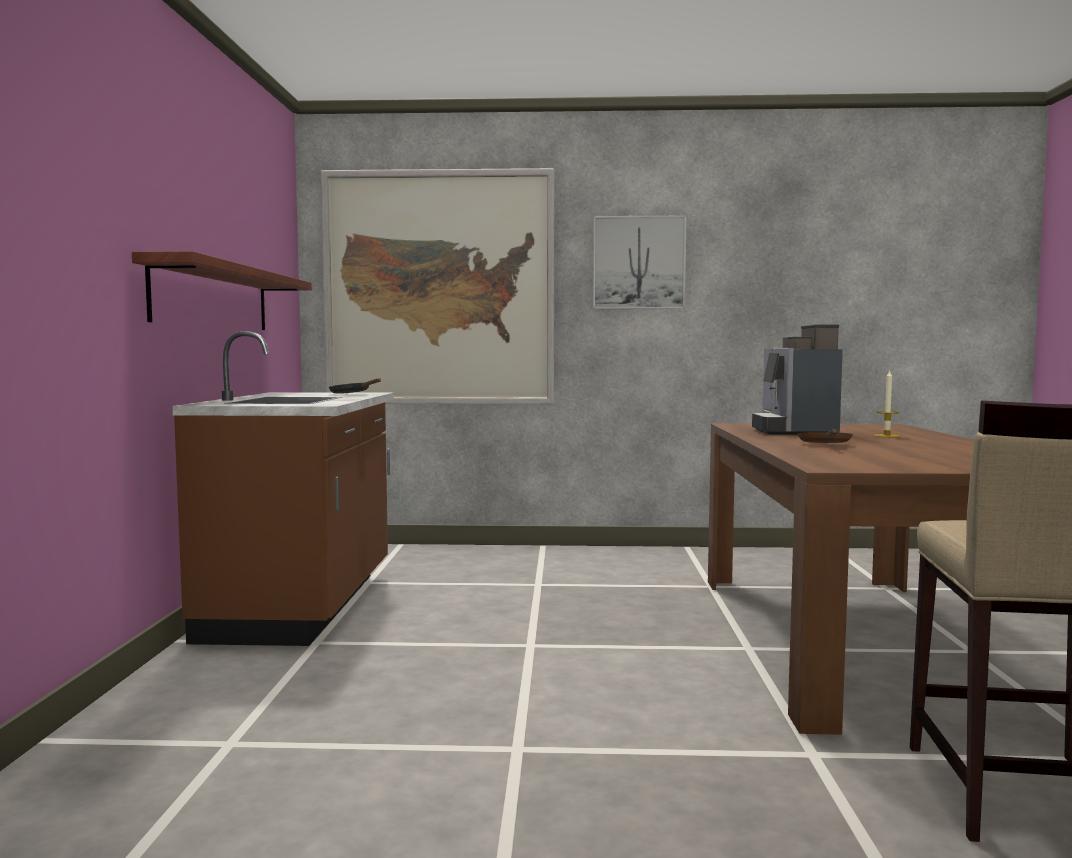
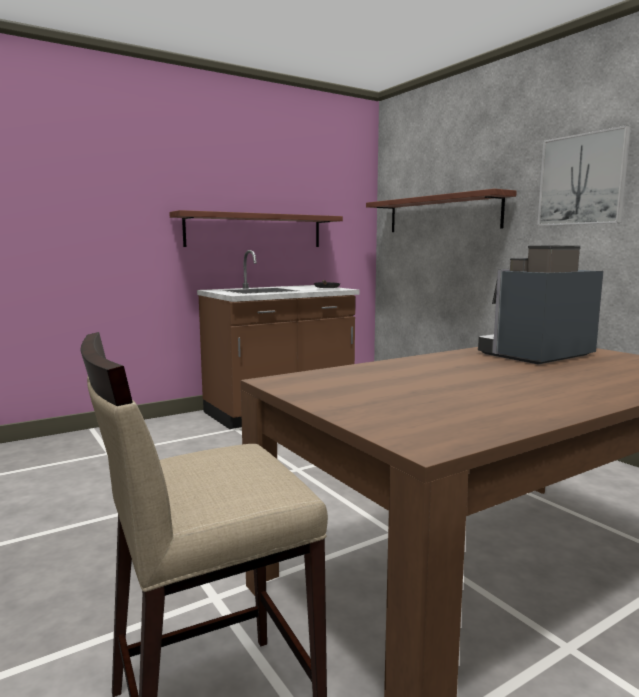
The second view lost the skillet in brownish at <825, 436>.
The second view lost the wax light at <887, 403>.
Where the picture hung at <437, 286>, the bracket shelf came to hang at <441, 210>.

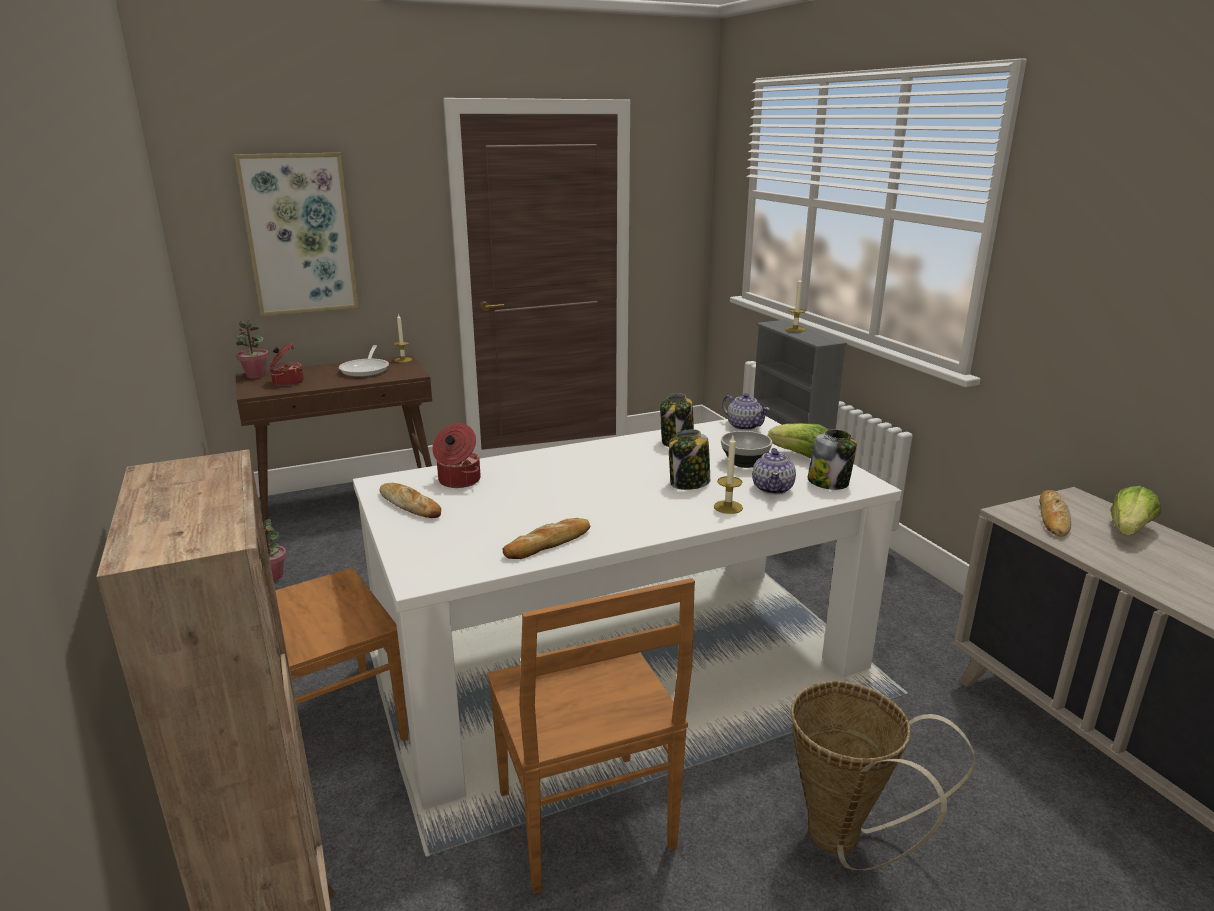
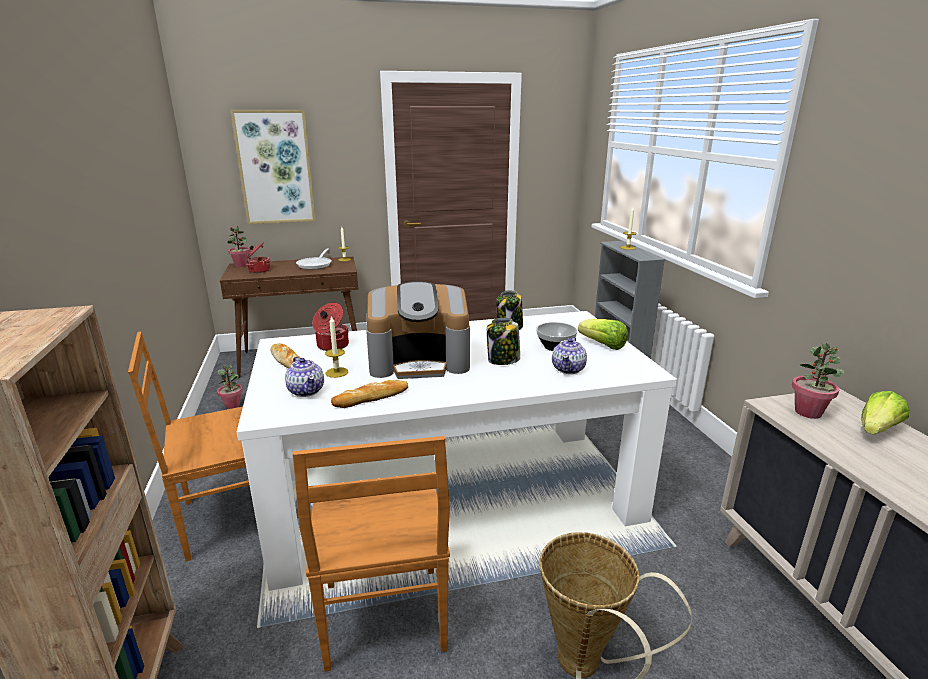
The second view lost the storage jar at <832, 459>.
The second view gained the coffee maker at <418, 330>.
The wax light ended up elsewhere, having gone from <728, 475> to <336, 347>.
The tea pot ended up elsewhere, having gone from <746, 412> to <304, 376>.
Where the bread stood at <1055, 513>, the houseplant came to stand at <818, 381>.

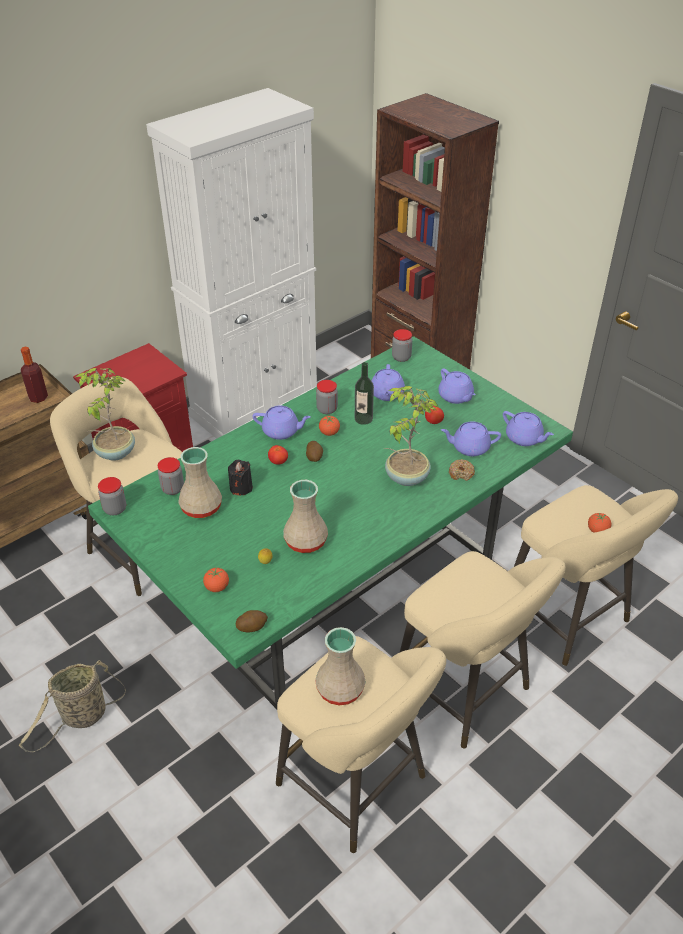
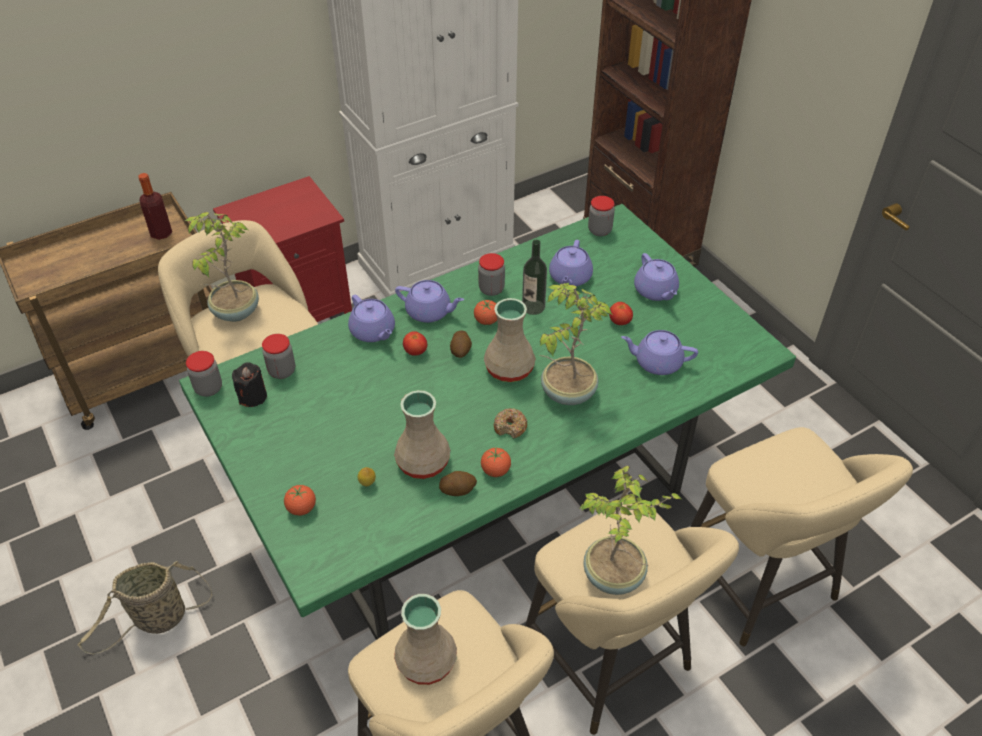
The second view gained the houseplant at <630, 530>.
The vase in beige-coloured ended up elsewhere, having gone from <200, 482> to <510, 340>.
The wax light in black-coloured ended up elsewhere, having gone from <240, 477> to <249, 384>.
The whole potato ended up elsewhere, having gone from <252, 621> to <458, 483>.
The doughnut ended up elsewhere, having gone from <462, 470> to <510, 423>.
The tea pot in purplish ended up elsewhere, having gone from <528, 428> to <371, 318>.
The tomato ended up elsewhere, having gone from <599, 523> to <496, 462>.

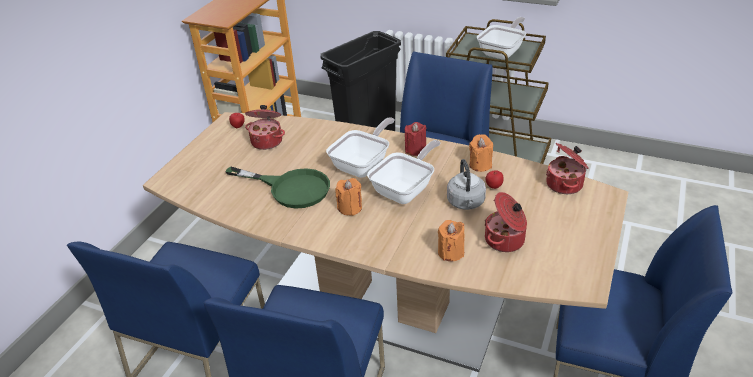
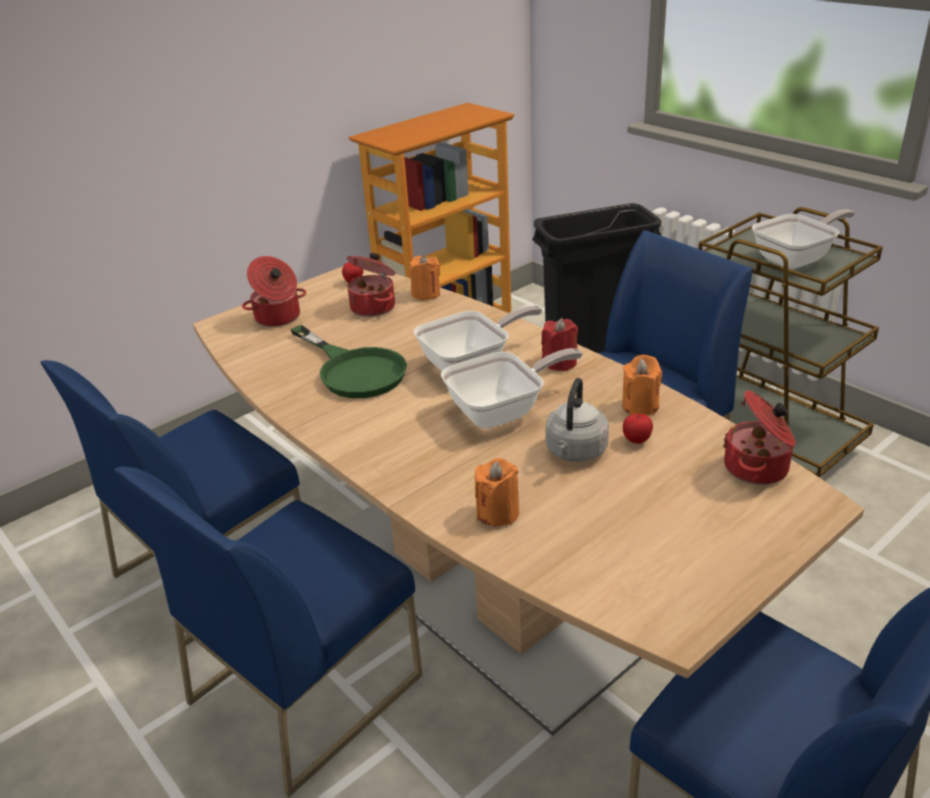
The wax light in orange ended up elsewhere, having gone from <348, 197> to <424, 278>.
The cooking pot ended up elsewhere, having gone from <506, 222> to <274, 291>.

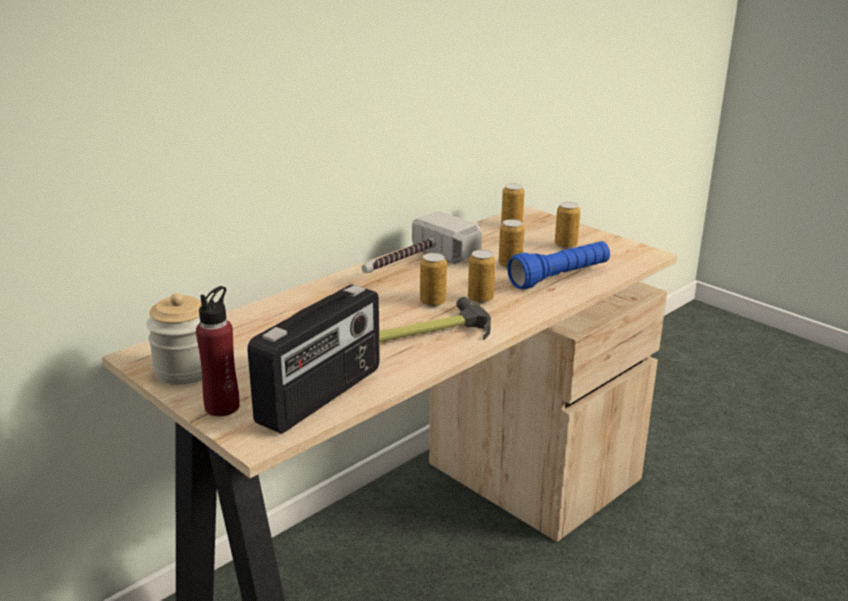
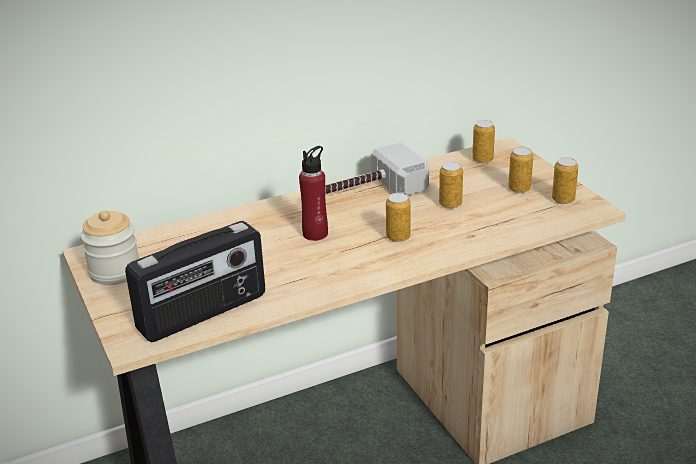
The second view lost the hand hammer at <435, 319>.
The second view lost the torch in blue-coloured at <558, 265>.
The bottle in reddish ended up elsewhere, having gone from <218, 351> to <313, 193>.
The sealed can ended up elsewhere, having gone from <433, 280> to <565, 180>.

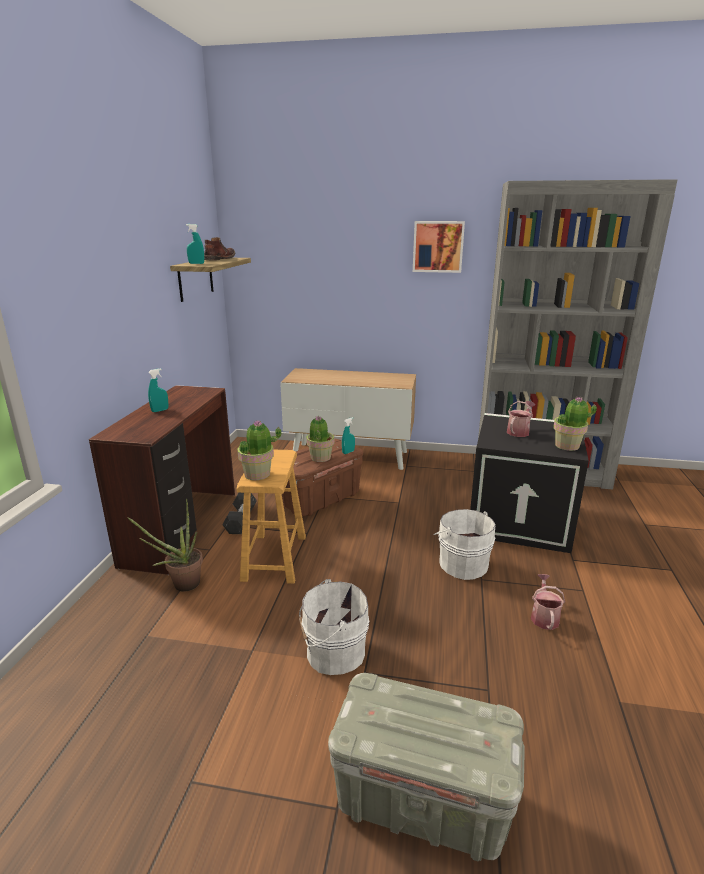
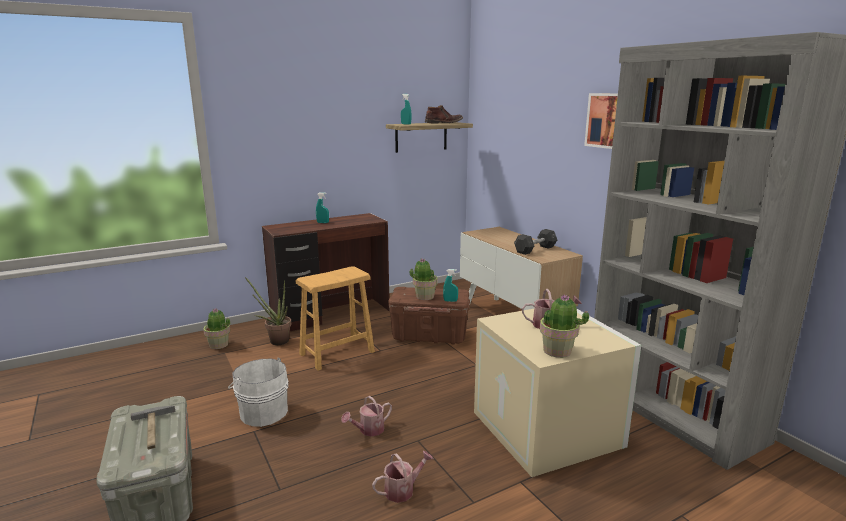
The second view lost the pail in white at <464, 544>.
The second view gained the hand hammer at <153, 427>.
The second view gained the watering pot at <366, 416>.
The dumbbell in grey ended up elsewhere, having gone from <240, 513> to <535, 242>.
The houseplant ended up elsewhere, having gone from <259, 450> to <216, 328>.
What was the storage bin in black-coloured at <529, 483> turned into the storage bin in beige-coloured at <557, 393>.

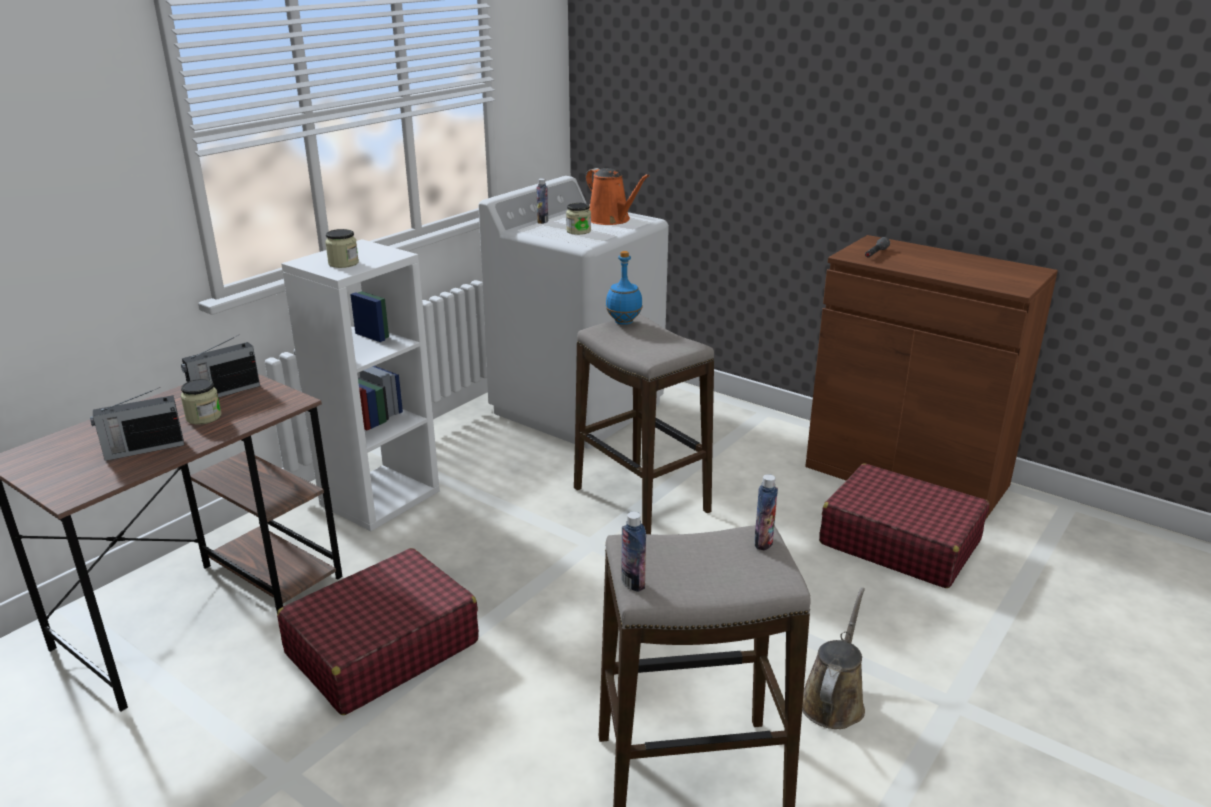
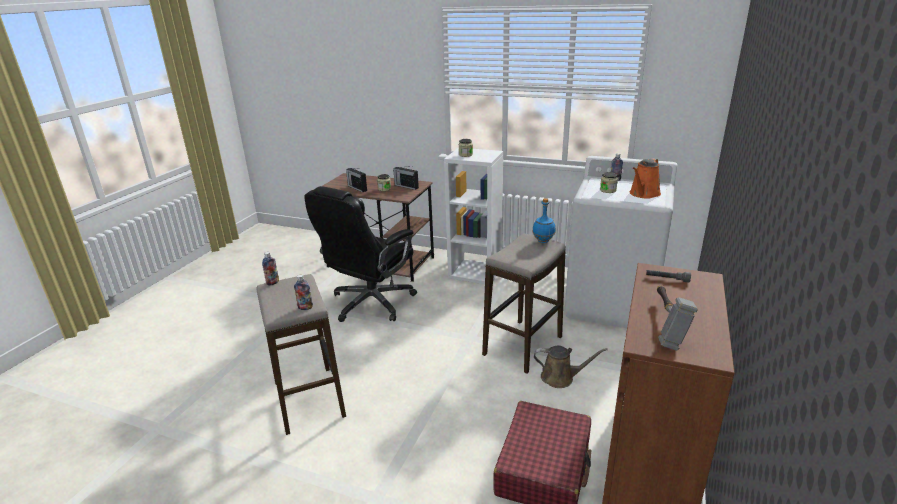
The second view gained the hand hammer at <677, 317>.
The watering pot in brownish ended up elsewhere, having gone from <833, 658> to <571, 367>.
Where the suitcase in reddish stood at <378, 631>, the office chair in black-coloured came to stand at <360, 254>.

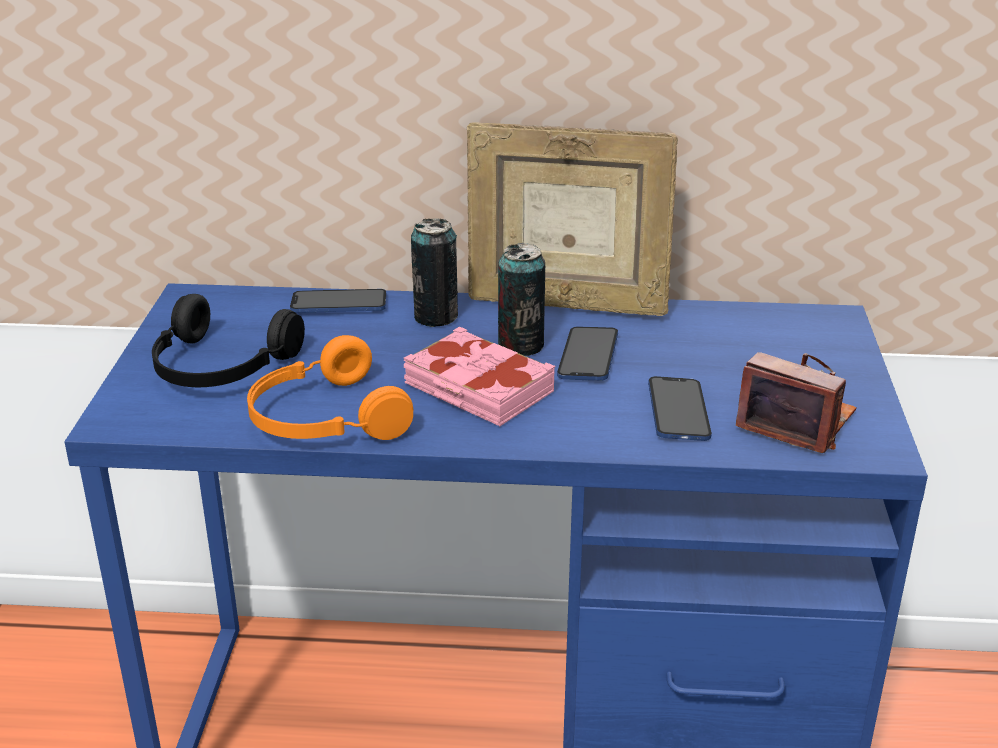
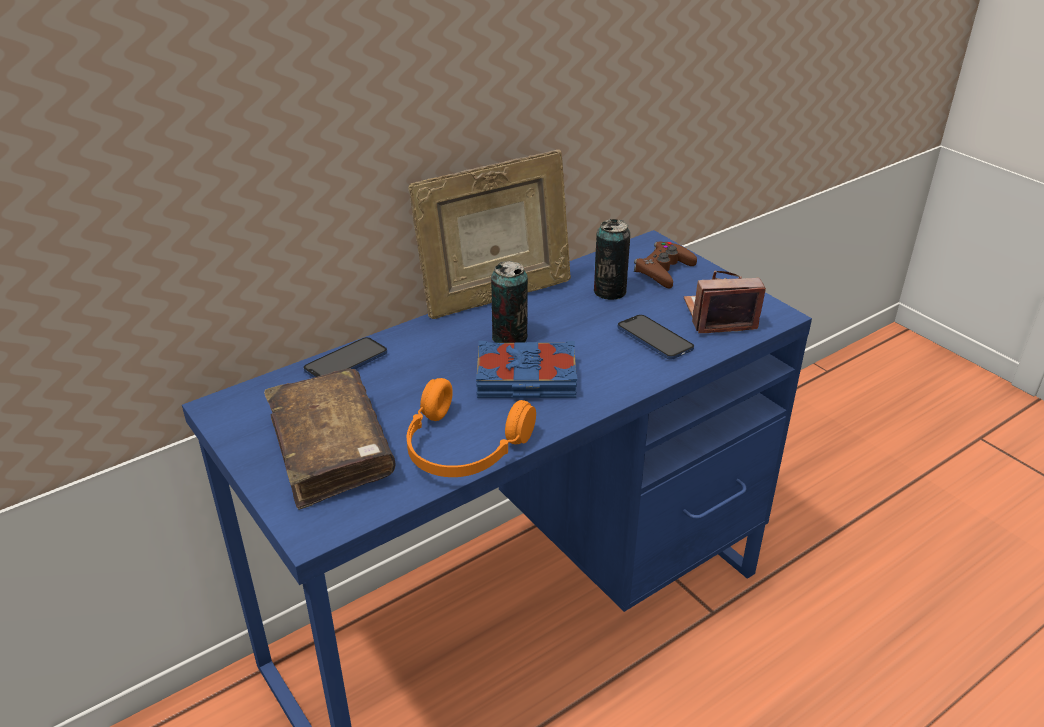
The second view lost the handset at <587, 353>.
The second view gained the game controller in brownish at <665, 265>.
The sealed can ended up elsewhere, having gone from <434, 272> to <612, 259>.
Where the headphones in black-coloured stood at <228, 340>, the volume in brownish came to stand at <330, 439>.
What was the volume in pink-coloured at <479, 376> turned into the volume in blue-coloured at <527, 369>.

